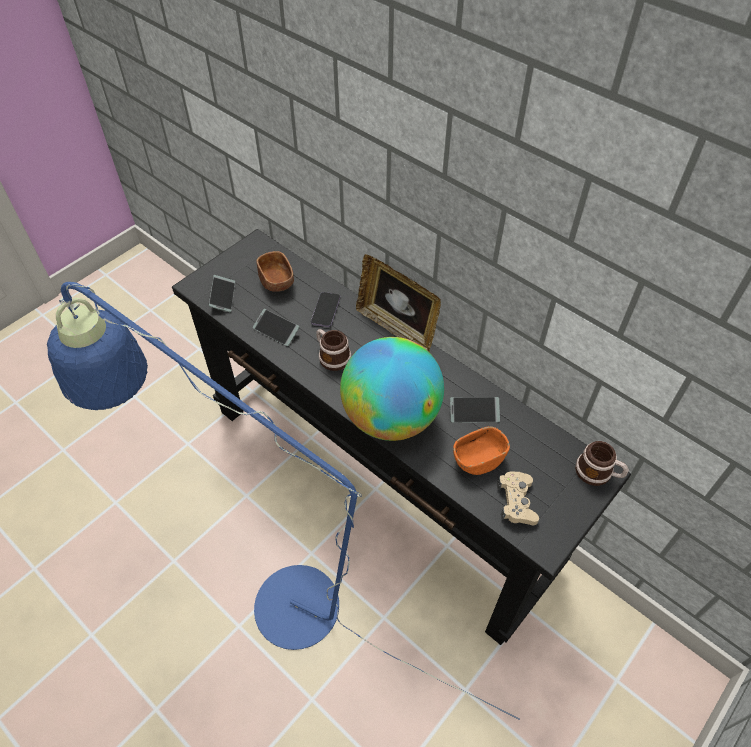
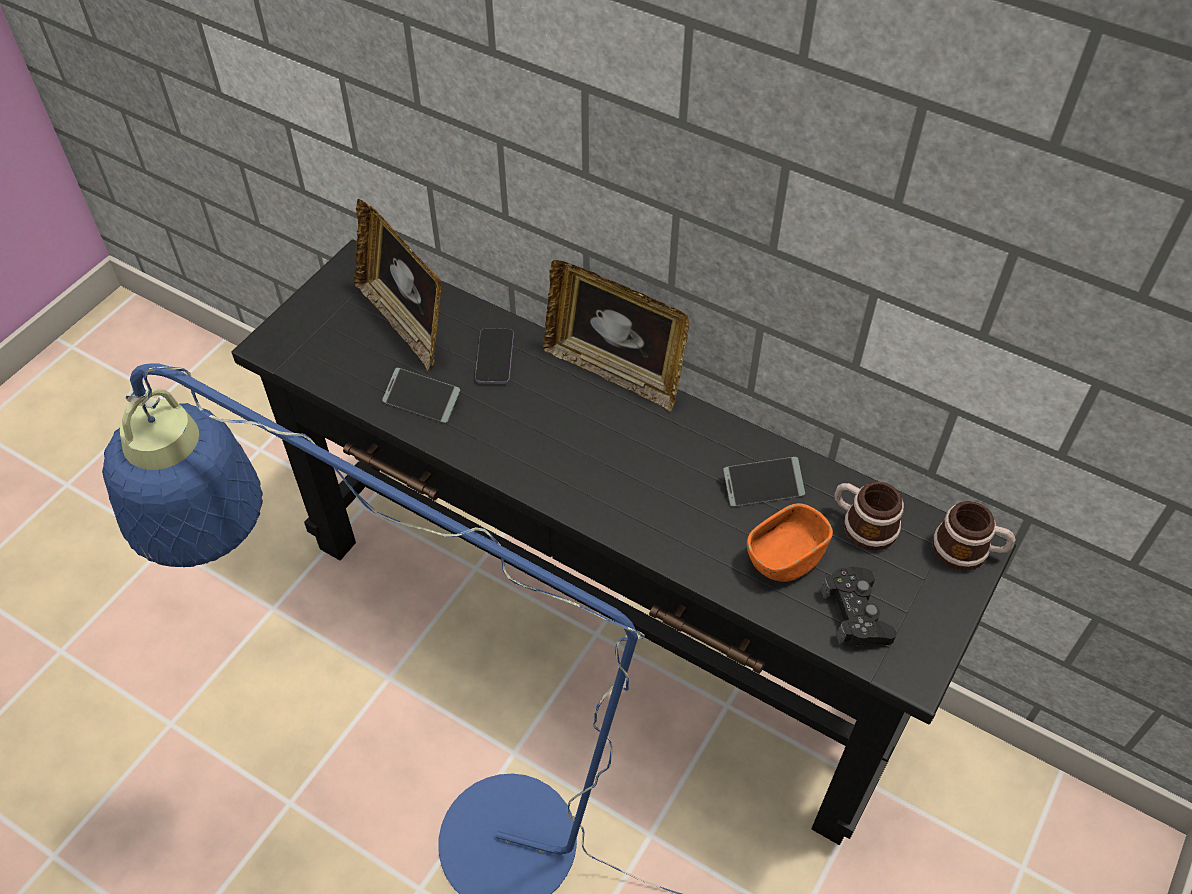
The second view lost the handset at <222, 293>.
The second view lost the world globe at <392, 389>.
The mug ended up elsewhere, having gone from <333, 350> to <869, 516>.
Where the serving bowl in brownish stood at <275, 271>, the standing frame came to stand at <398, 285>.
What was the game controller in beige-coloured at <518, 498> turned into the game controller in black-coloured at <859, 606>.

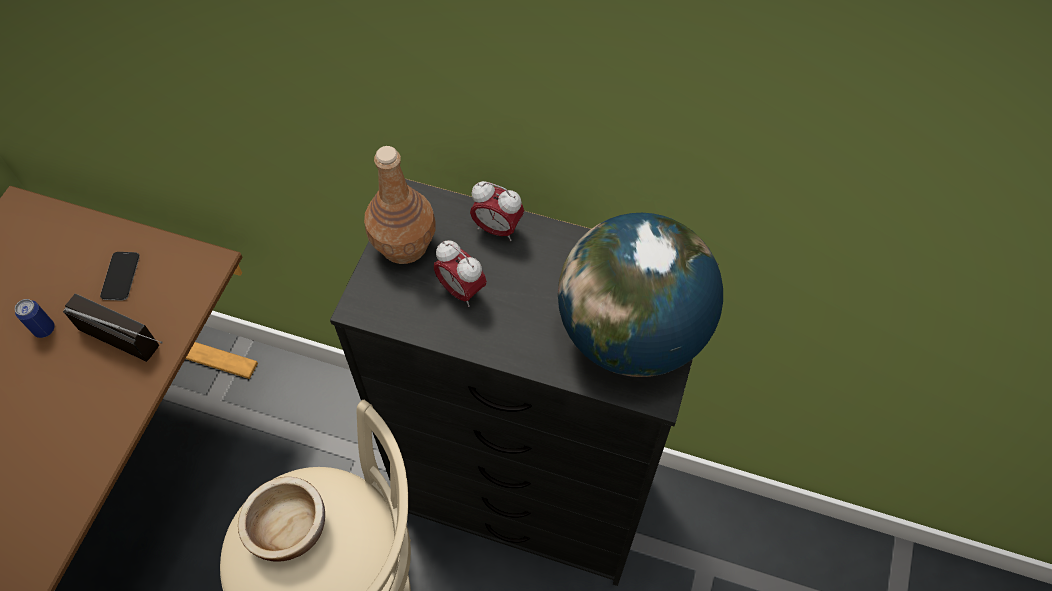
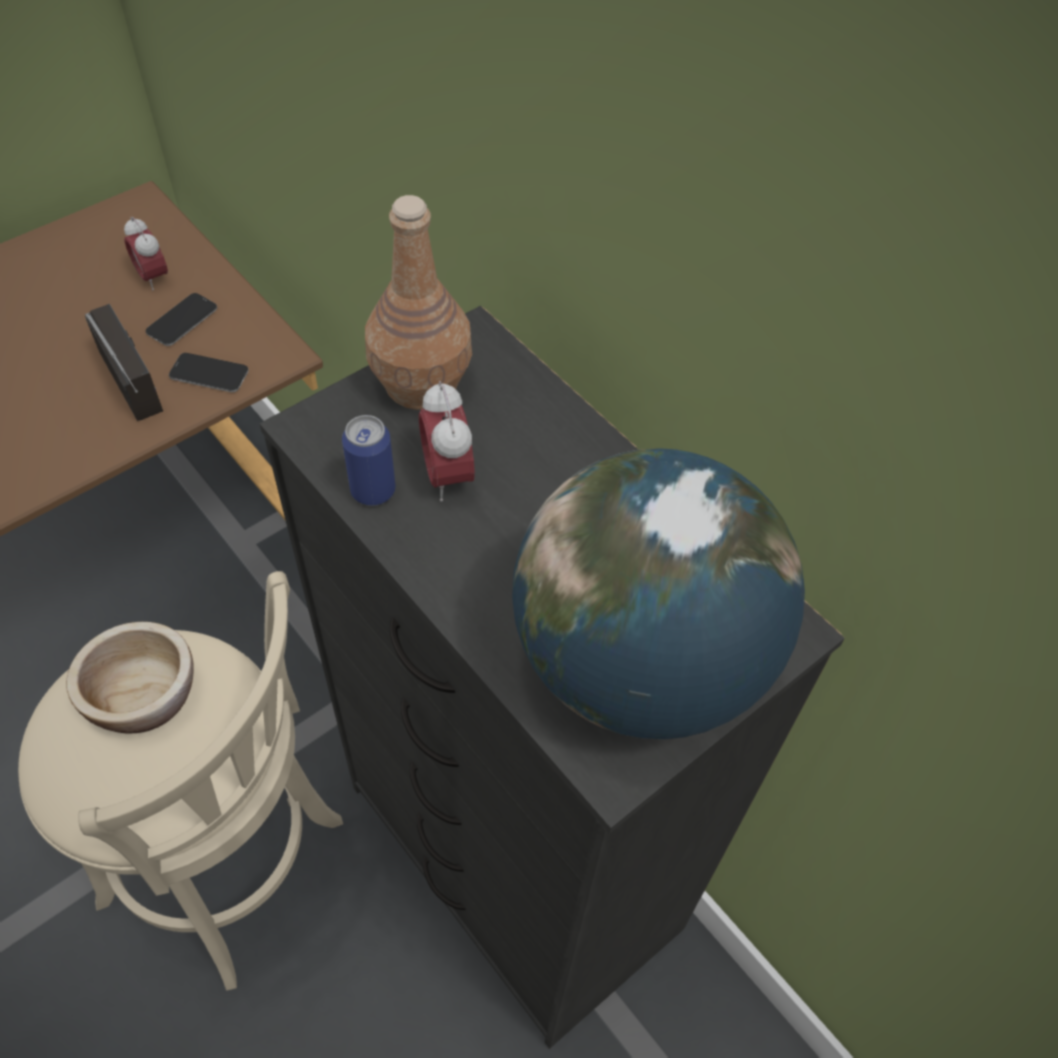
The second view gained the handset at <209, 372>.
The sealed can ended up elsewhere, having gone from <35, 318> to <369, 460>.
The alarm clock ended up elsewhere, having gone from <497, 211> to <146, 253>.

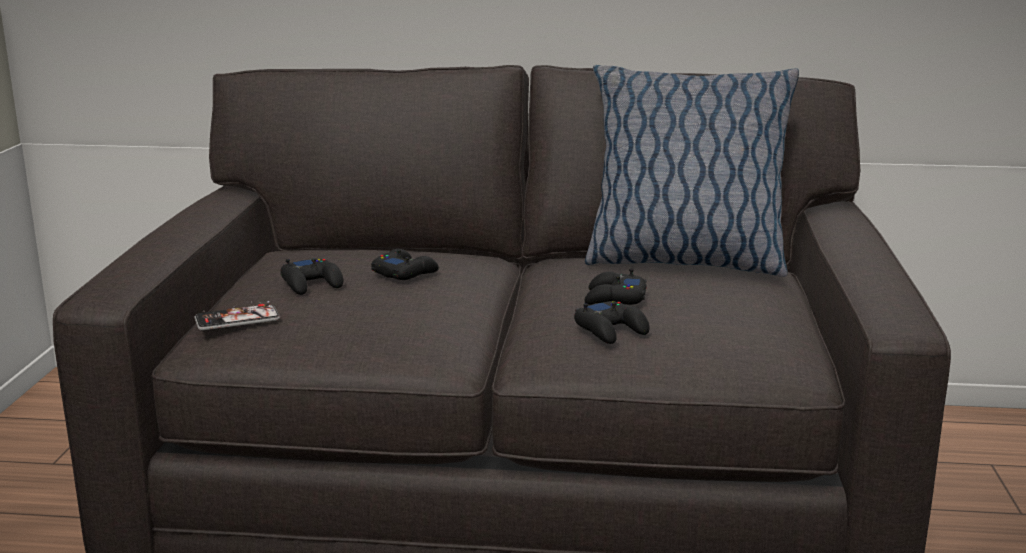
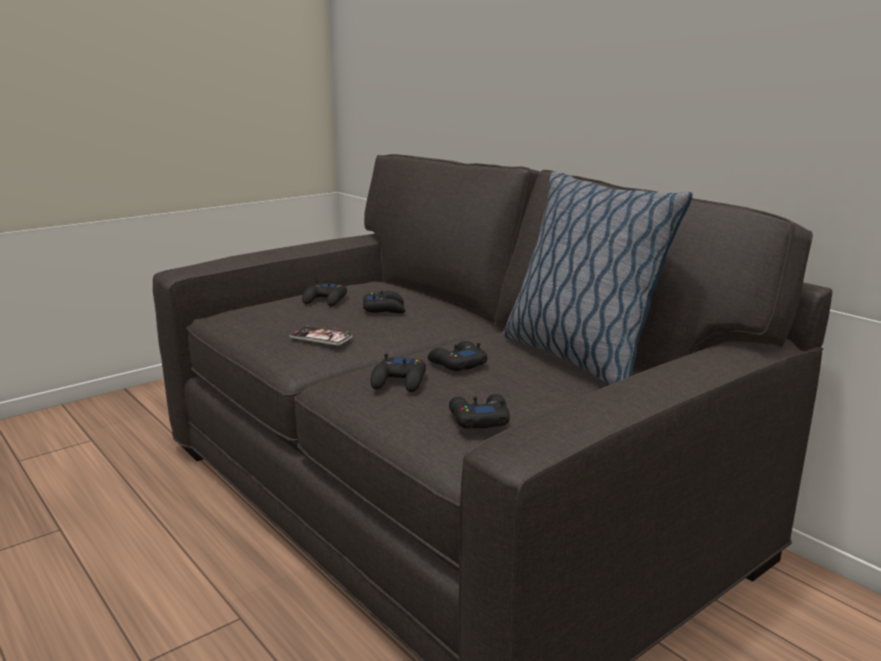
The second view gained the game controller in black-coloured at <479, 411>.
The handset ended up elsewhere, having gone from <237, 315> to <321, 335>.

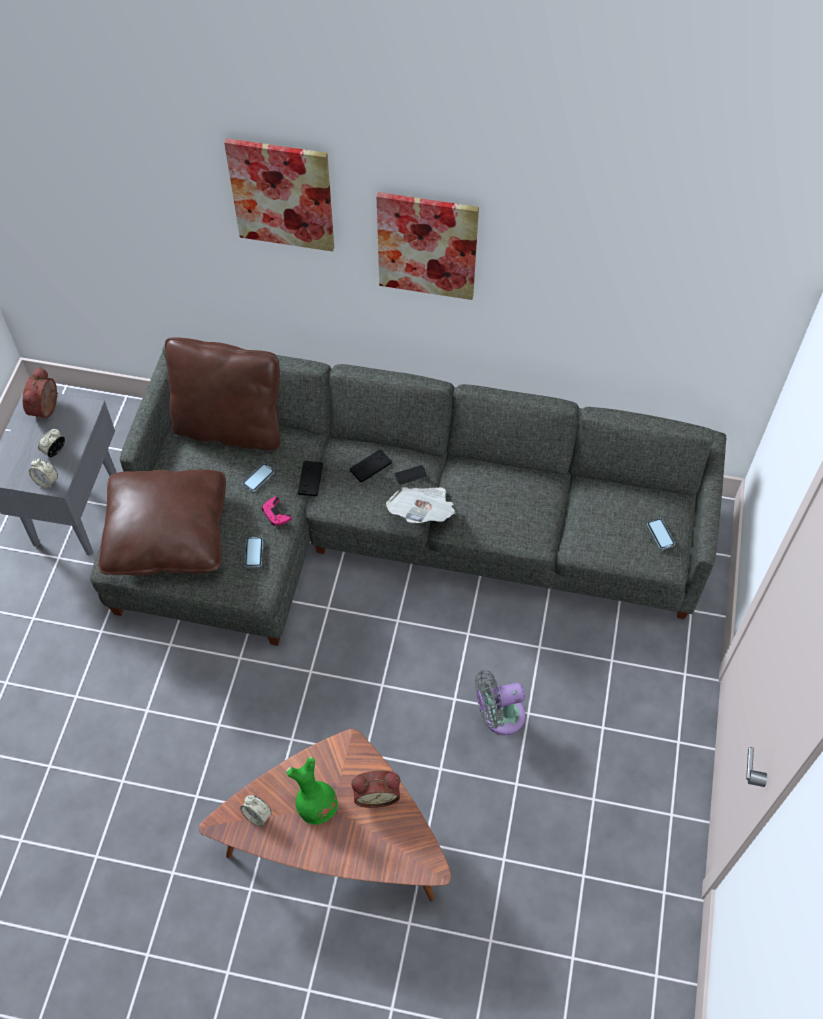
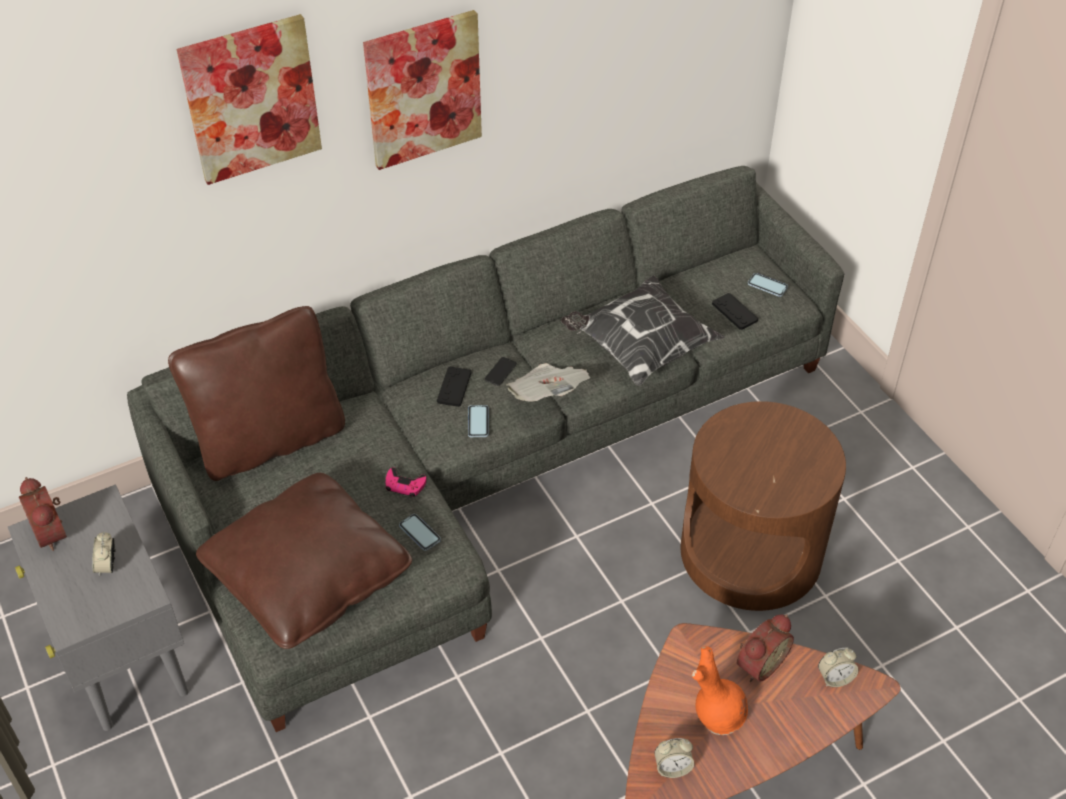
The second view gained the pillow at <643, 330>.
The alarm clock ended up elsewhere, having gone from <43, 473> to <838, 667>.
The handset ended up elsewhere, having gone from <258, 477> to <478, 421>.
The game controller in black-coloured ended up elsewhere, having gone from <310, 478> to <735, 311>.
Where the cooling fan in grey stood at <500, 702>, the end table in brownish came to stand at <763, 506>.
What was the vase in greenish at <312, 791> turned into the vase in orange at <720, 691>.

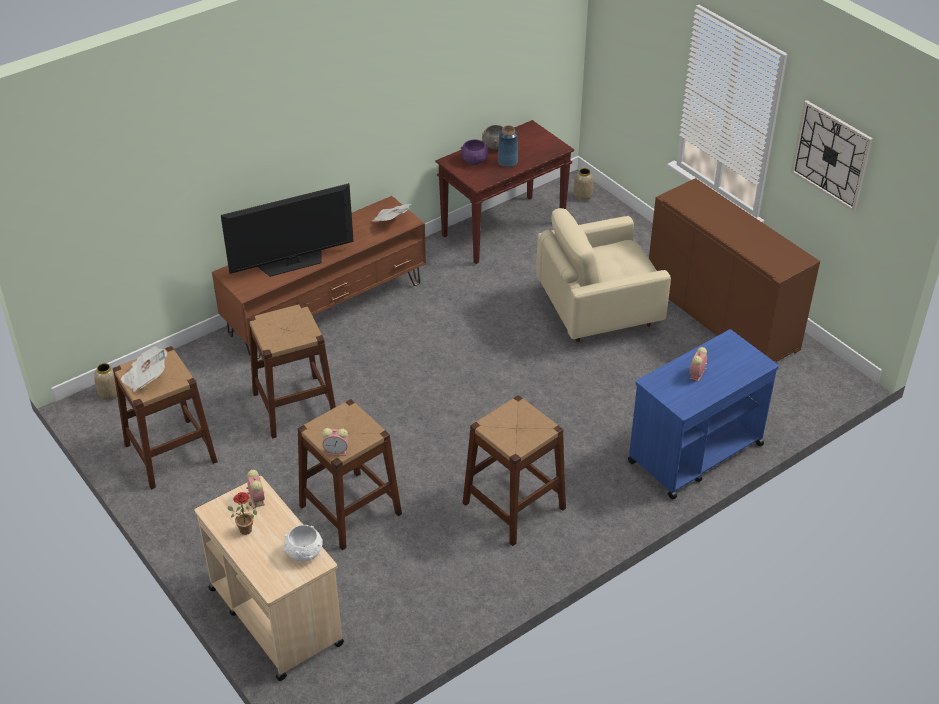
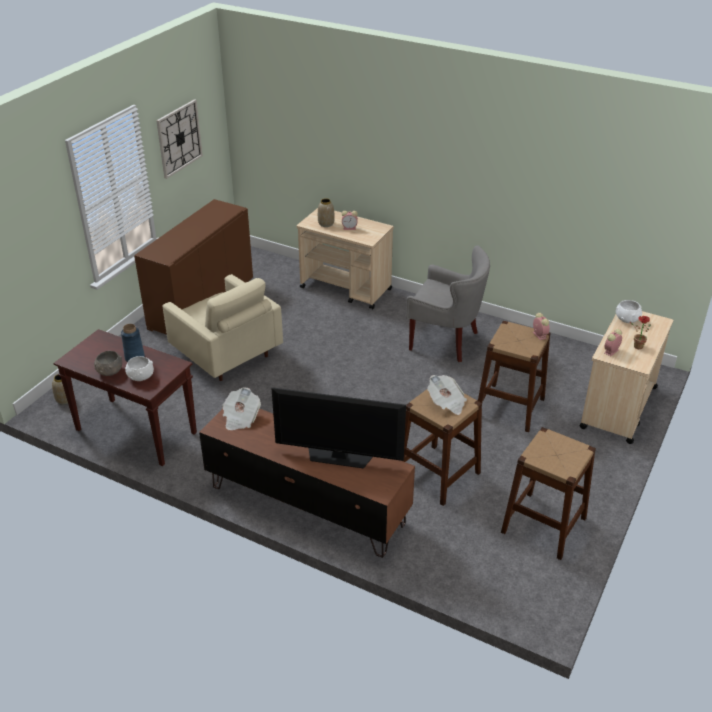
The vase ended up elsewhere, having gone from <105, 381> to <326, 212>.
The daily paper ended up elsewhere, having gone from <144, 369> to <447, 395>.
Where the stool seat in brownish stood at <514, 470>, the easy chair in grey came to stand at <448, 303>.
What was the serving bowl in purplish at <474, 152> turned into the serving bowl in white at <139, 368>.
What was the cart in blue-coloured at <703, 414> turned into the cart in beige-coloured at <345, 258>.
The television at <287, 230> ended up facing another way, 150 degrees clockwise from before.

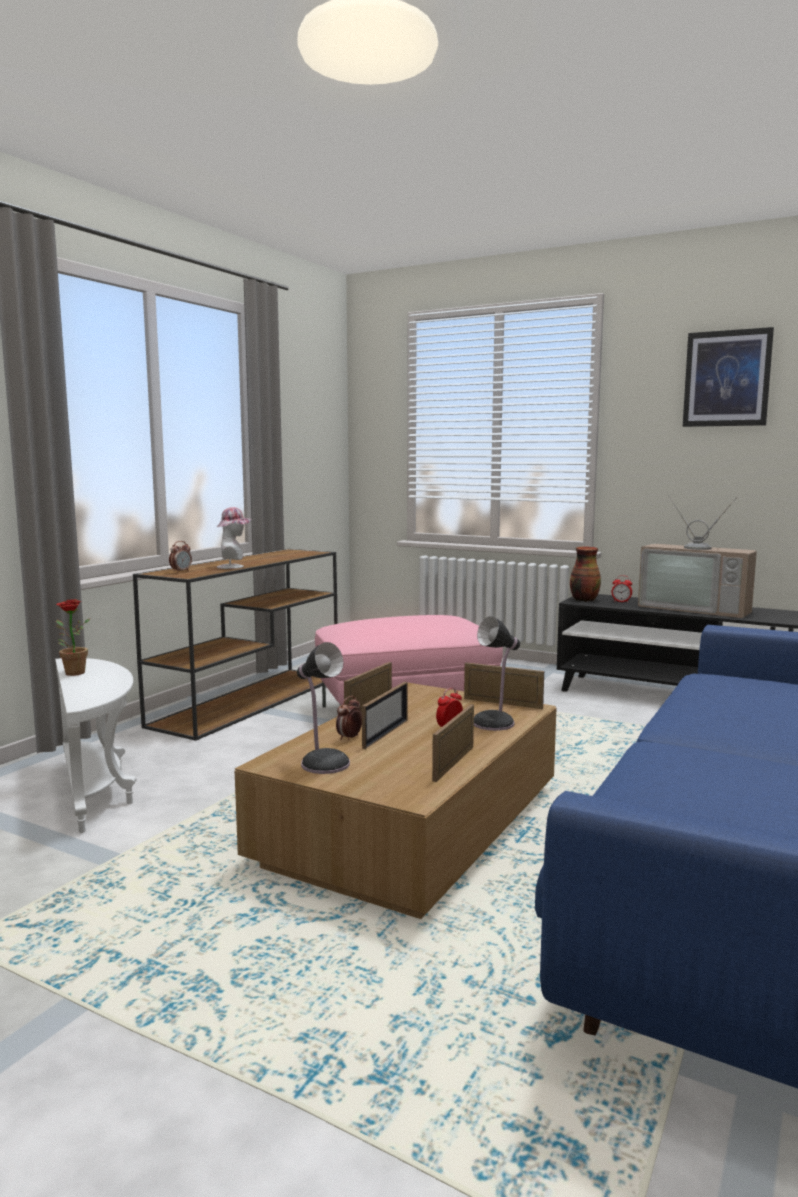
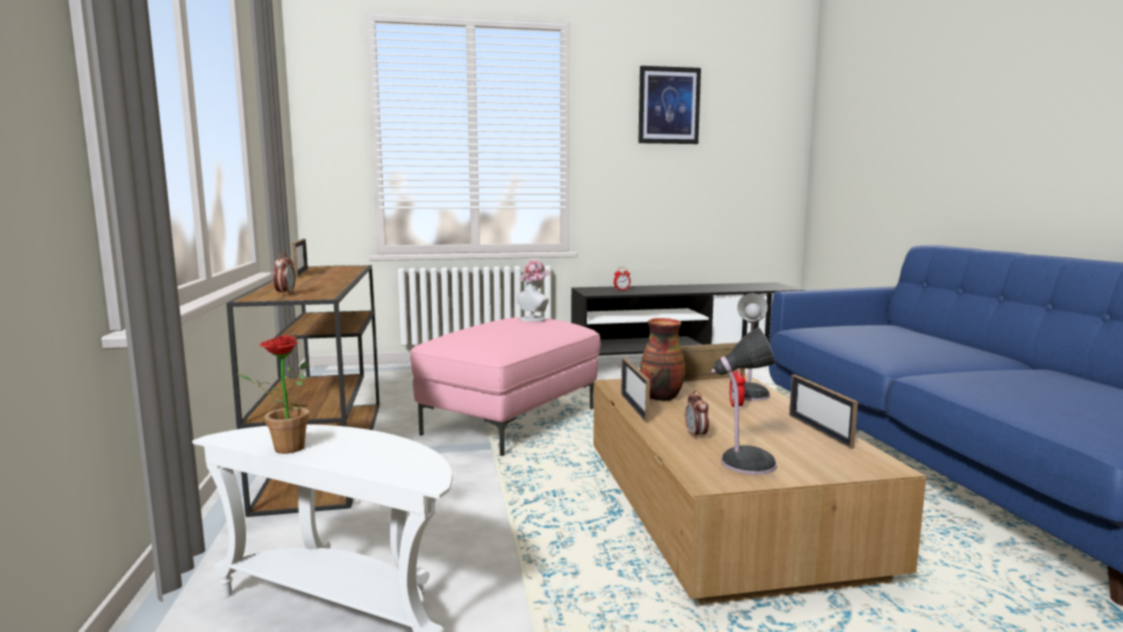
The second view lost the television at <697, 556>.
The clothing hat ended up elsewhere, having gone from <234, 538> to <534, 291>.
The standing frame ended up elsewhere, having gone from <384, 715> to <300, 258>.
The vase ended up elsewhere, having gone from <585, 574> to <662, 359>.

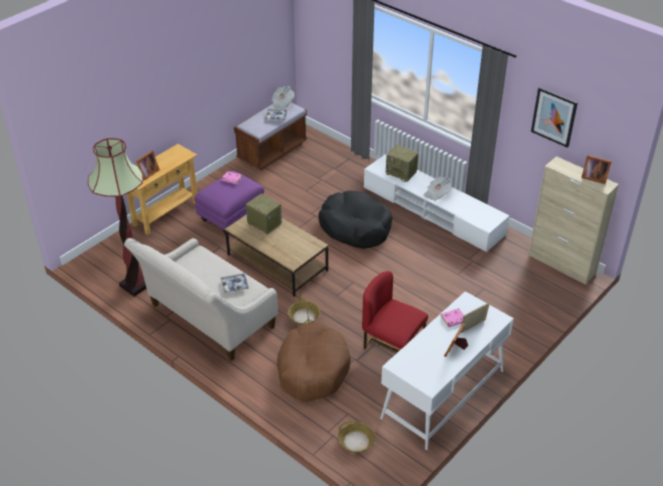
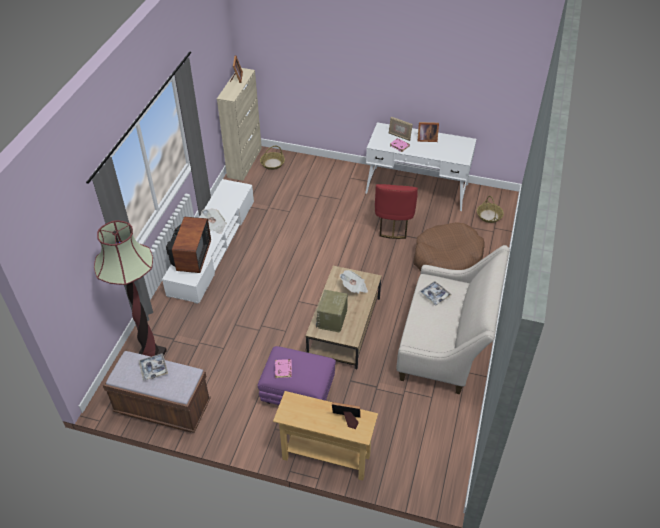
The second view lost the dog cushion in black-coloured at <355, 219>.
The second view lost the picture at <554, 117>.
The standing lamp ended up elsewhere, having gone from <117, 217> to <130, 288>.
The daily paper ended up elsewhere, having gone from <283, 97> to <354, 282>.
The storage basket ended up elsewhere, having gone from <304, 309> to <272, 158>.
Where the radio stood at <402, 163>, the television came to stand at <188, 245>.

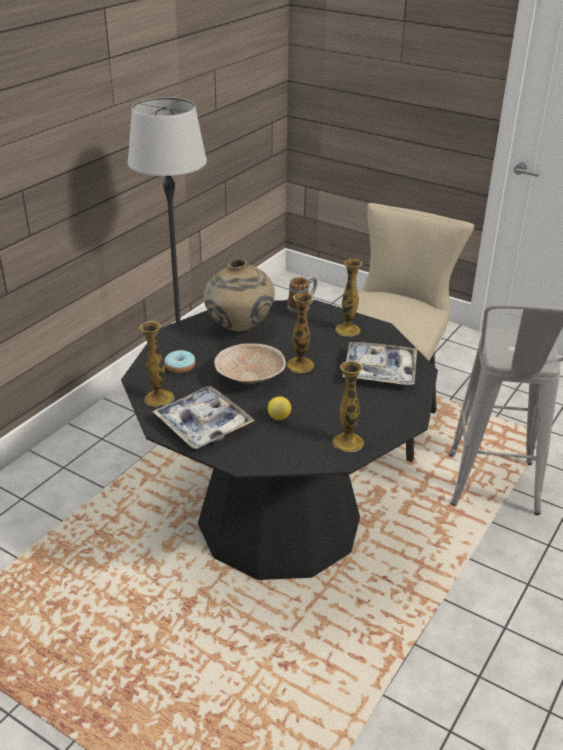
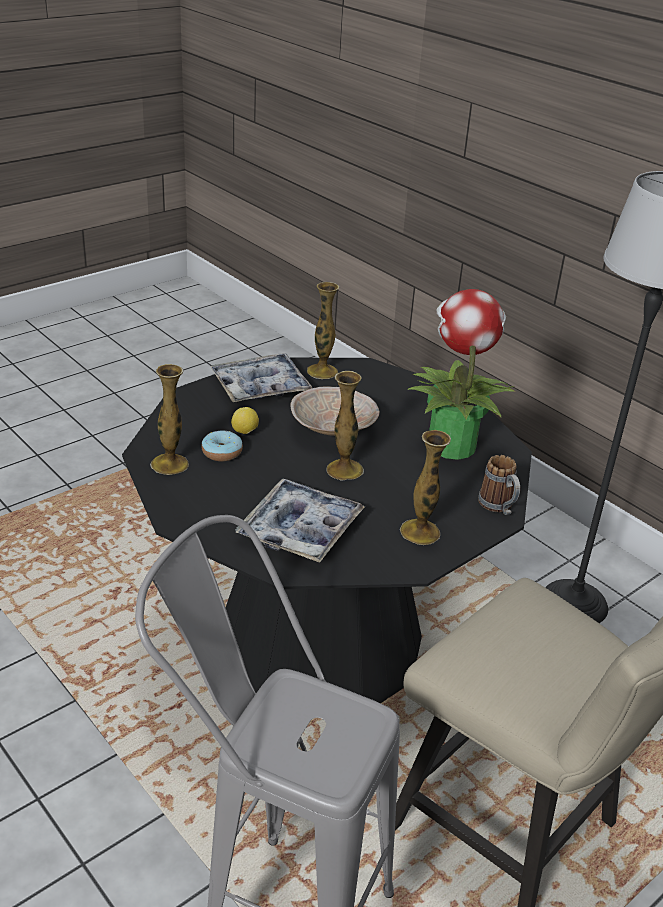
The doughnut ended up elsewhere, having gone from <179, 361> to <222, 446>.
Where the vase in beige-coloured stood at <239, 295>, the houseplant came to stand at <461, 374>.

